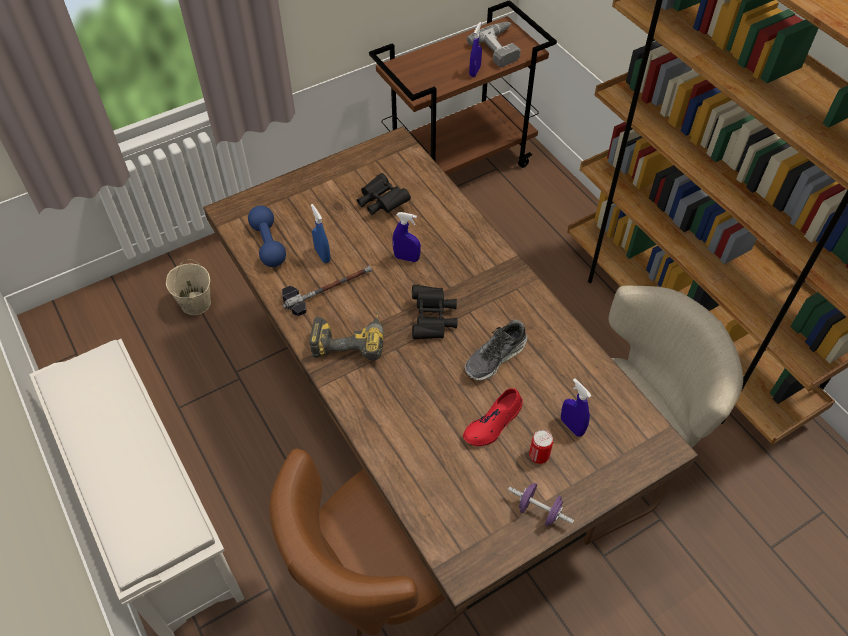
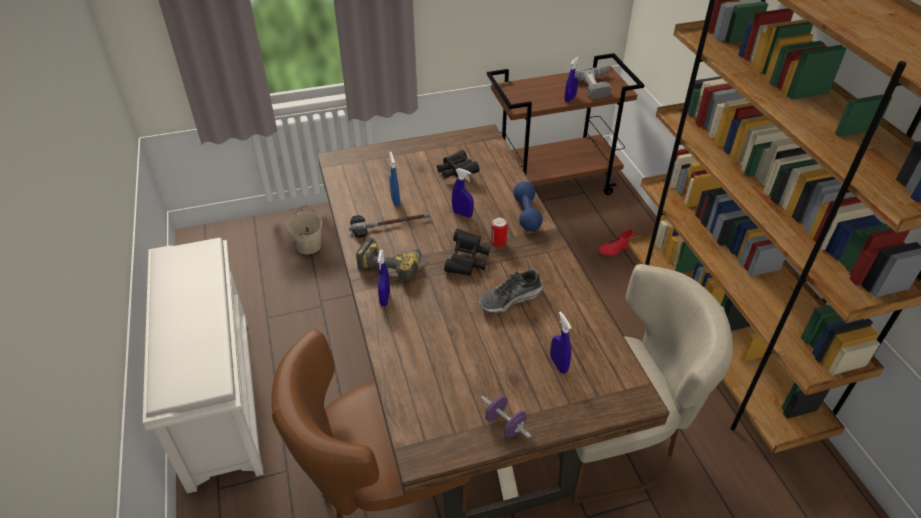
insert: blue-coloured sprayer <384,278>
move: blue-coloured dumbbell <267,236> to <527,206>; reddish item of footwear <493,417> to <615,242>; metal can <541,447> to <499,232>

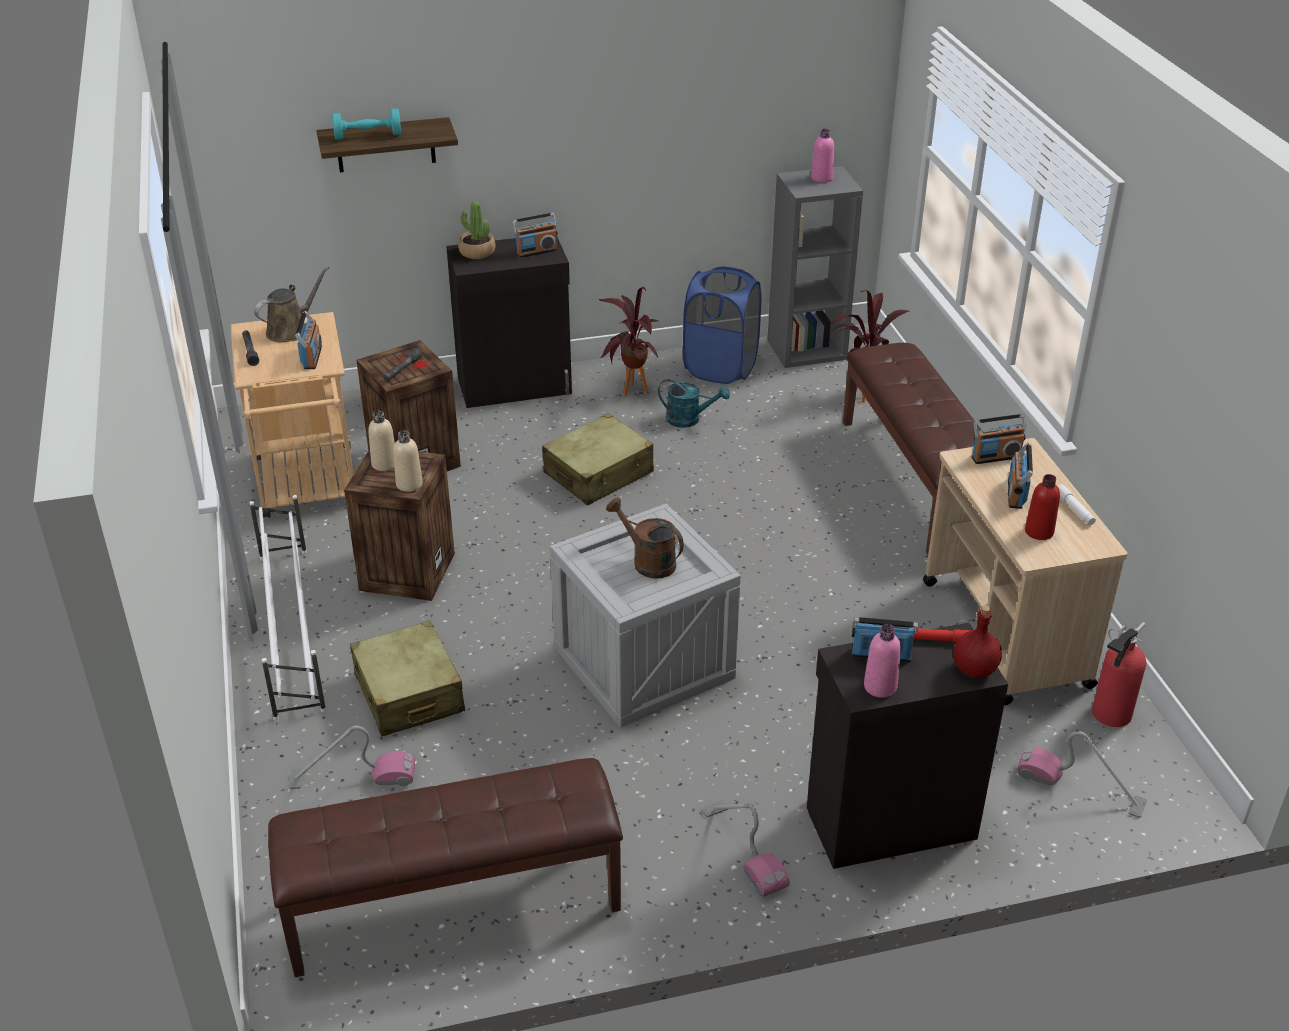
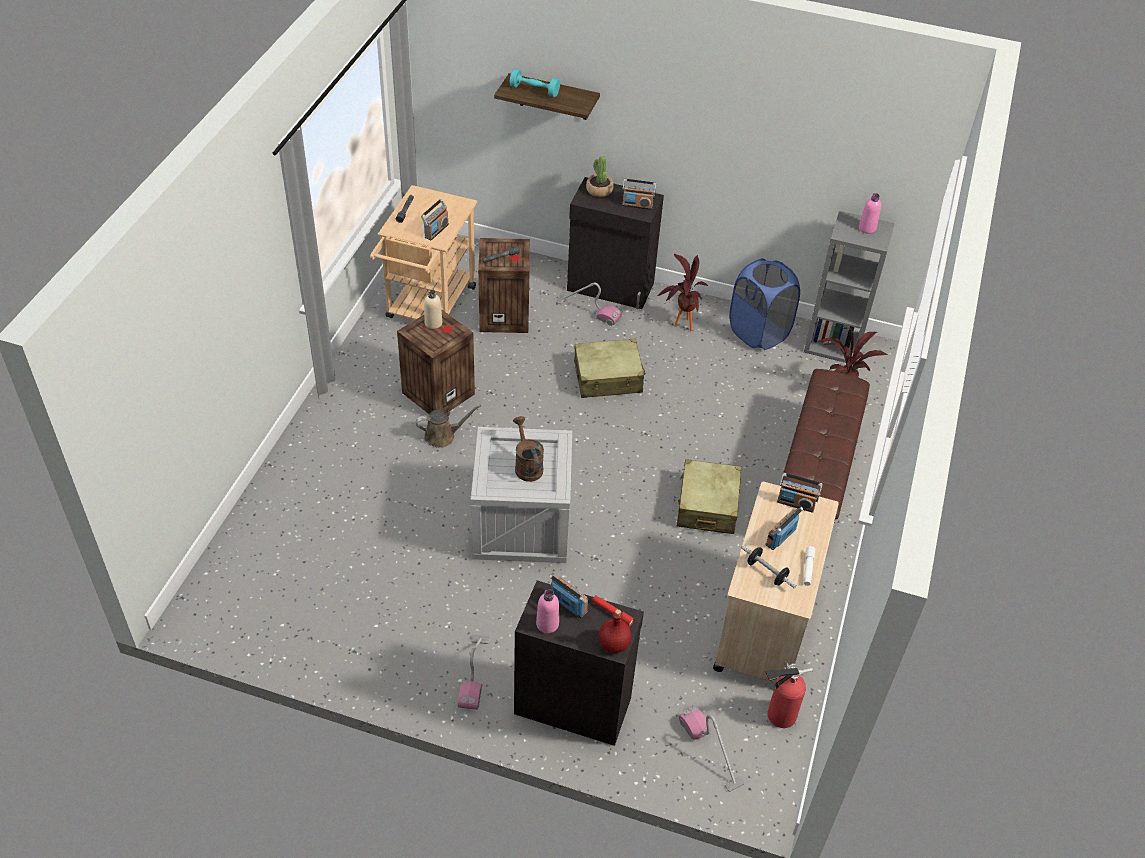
delete: white-coloured shoe shelf <287,608>; brownish bench <445,867>; sand-coloured beverage bottle <408,461>; turquoise watering pot <694,403>
move: brownish watering pot <291,304> to <448,426>; vacuum cleaner <351,757> to <589,304>; sand-coloured travel case <407,678> to <709,496>
replace: reddish beverage bottle <1042,507> to dumbbell <768,566>

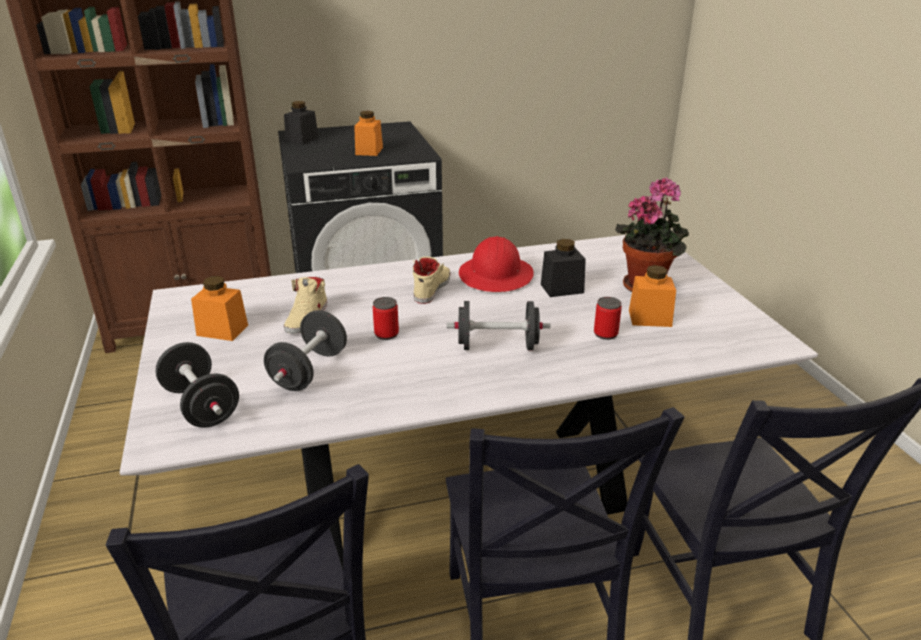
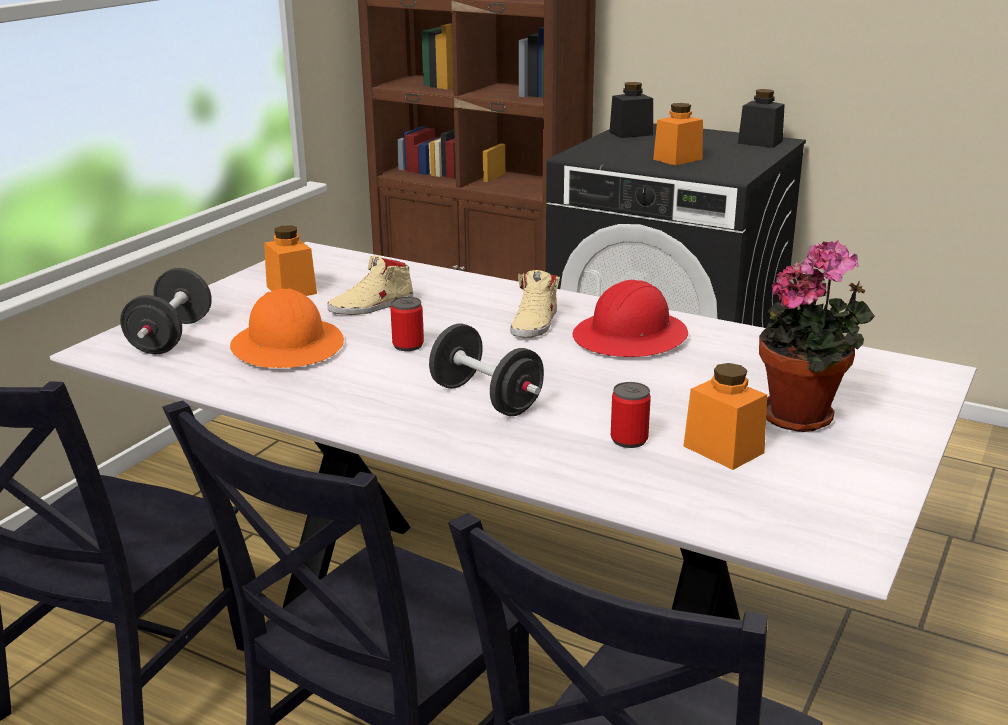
move: black preserve jar <563,268> to <761,118>
replace: black dumbbell <305,350> to orangey work helmet <287,328>
rotate: sand-coloured item of footwear <431,280> = <535,303> 135 degrees clockwise

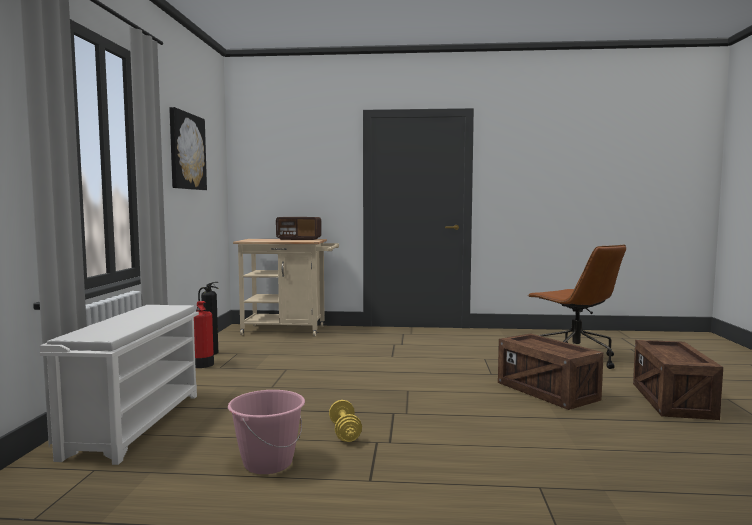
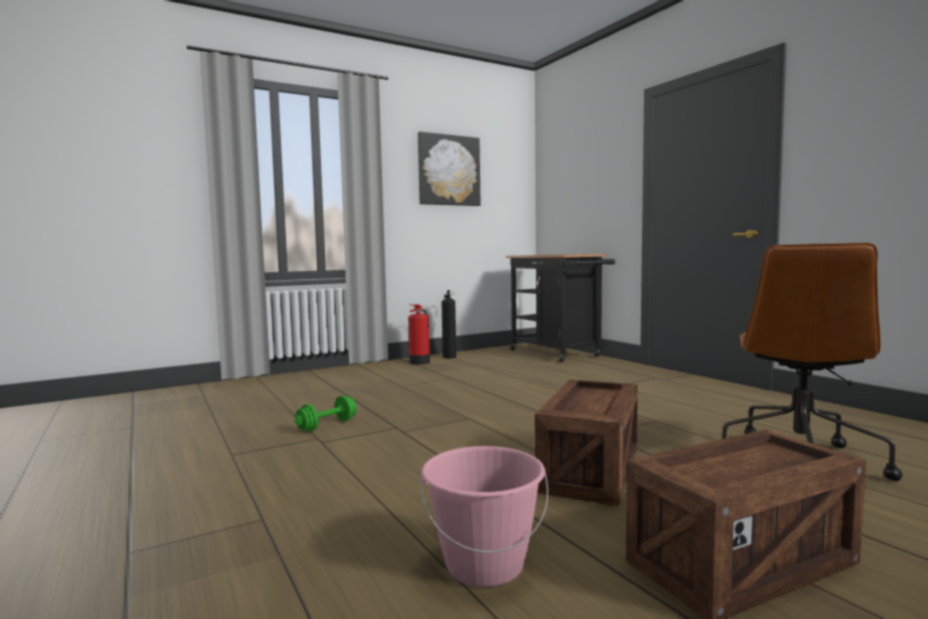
delete: white-coloured shoe shelf <119,385>; radio receiver <298,228>
move: pink-coloured pail <266,432> to <483,517>
recolor: sand-coloured wheeled cart <286,288> to black wheeled cart <560,308>; yellowish dumbbell <345,421> to green dumbbell <325,413>

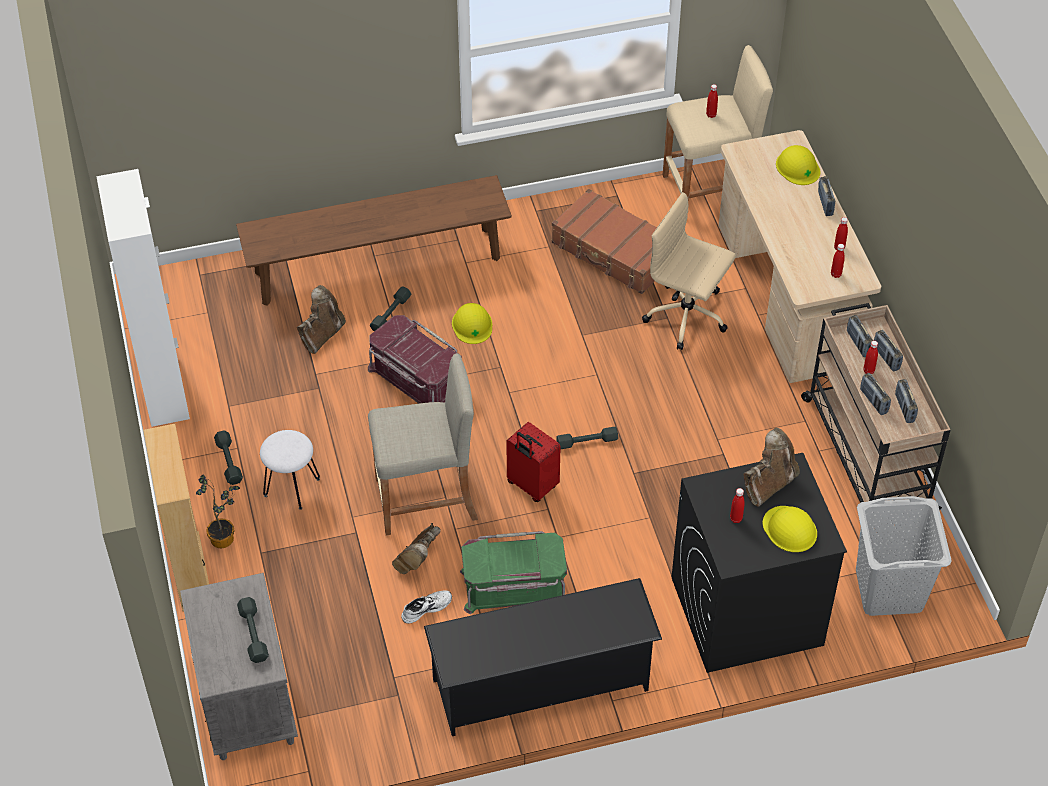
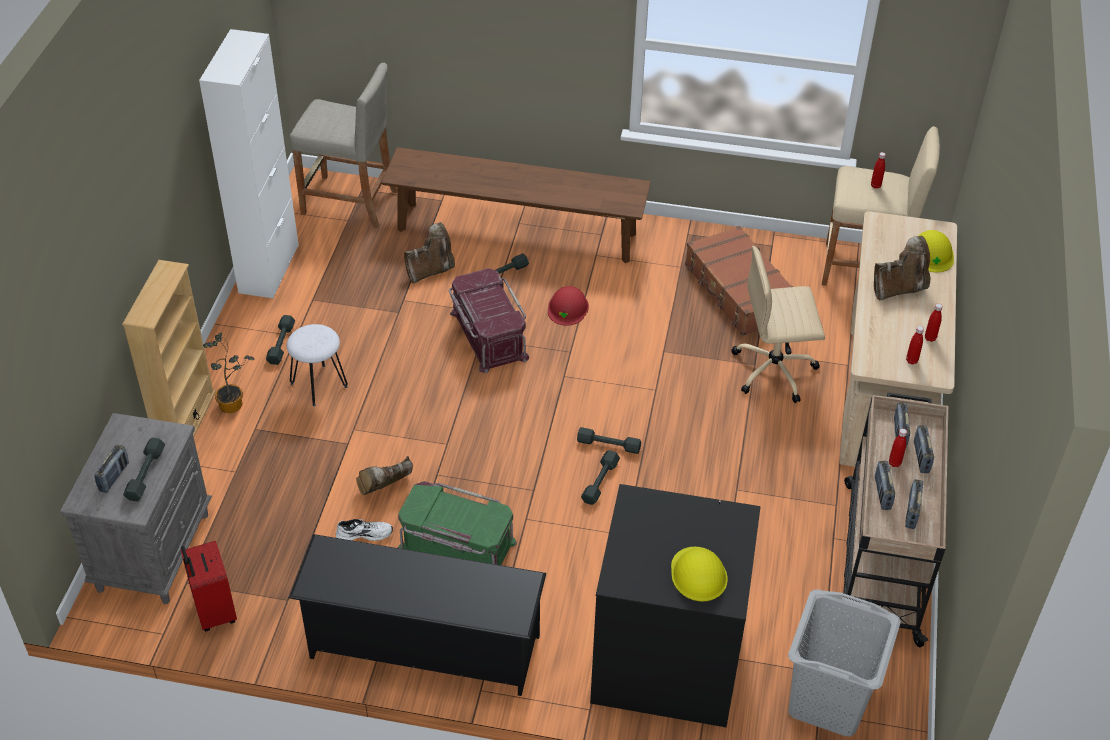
delete: reddish beverage bottle <737,505>
insert: greyish dumbbell <600,477>
move: sand-coloured sitting stool <423,444> to <344,145>; reddish travel case <533,462> to <209,586>; brownish high-top boot <771,467> to <902,268>; radio receiver <826,196> to <111,469>
recolor: yellowish work helmet <472,323> to reddish work helmet <568,306>
rotate: sand-coloured office chair <689,271> = <778,324> 60 degrees counterclockwise

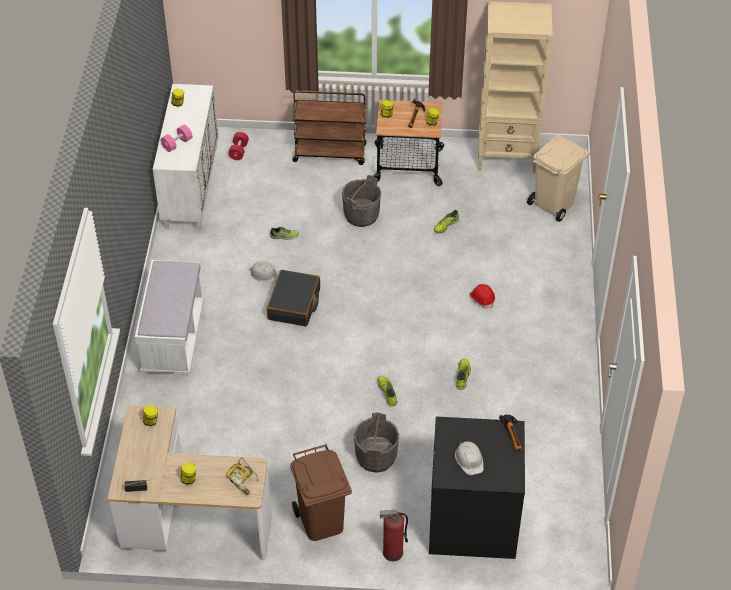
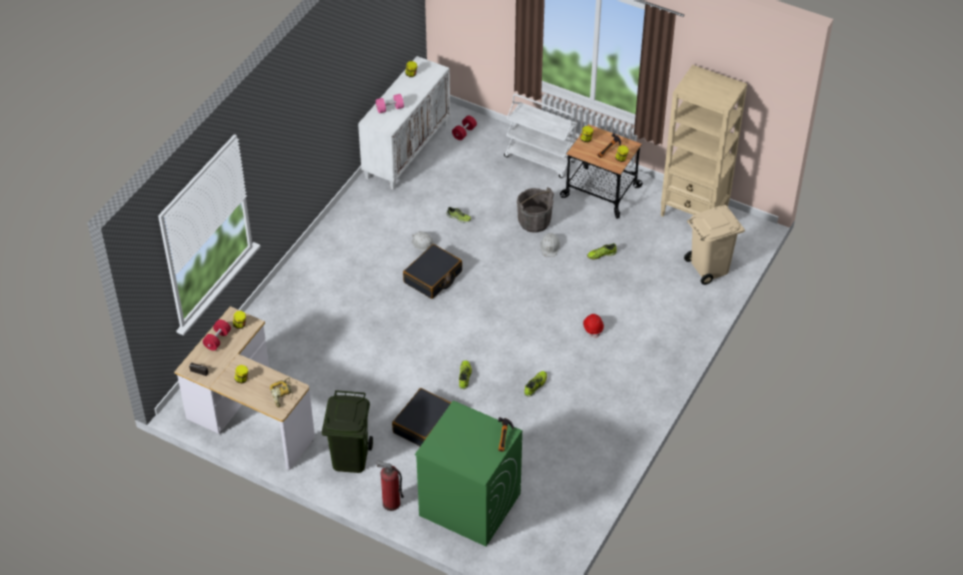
delete: white-coloured bench <169,317>
insert: reddish dumbbell <216,335>
move: white-coloured work helmet <469,458> to <550,245>
replace: greyish pail <376,442> to black travel case <421,417>
recolor: brownish rubbish bin <321,492> to green rubbish bin <347,431>; brownish wheeled cart <329,128> to white-coloured wheeled cart <540,136>; black washing machine <477,488> to green washing machine <468,473>

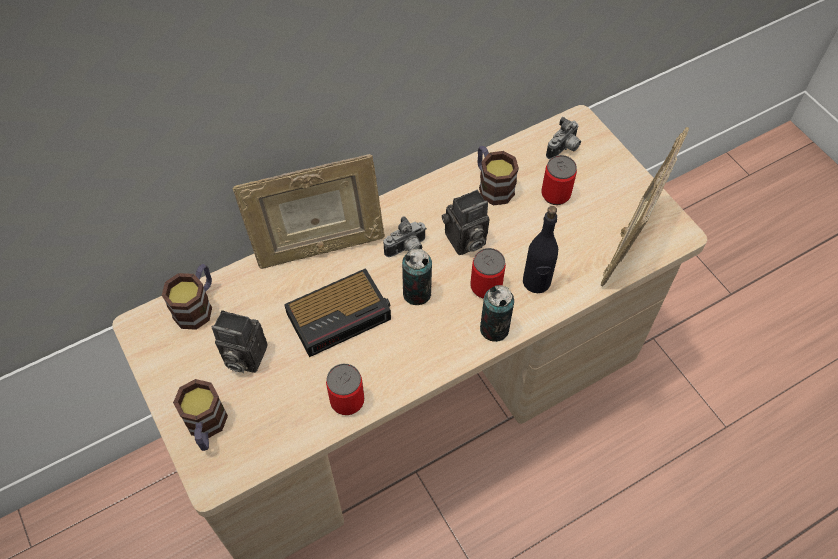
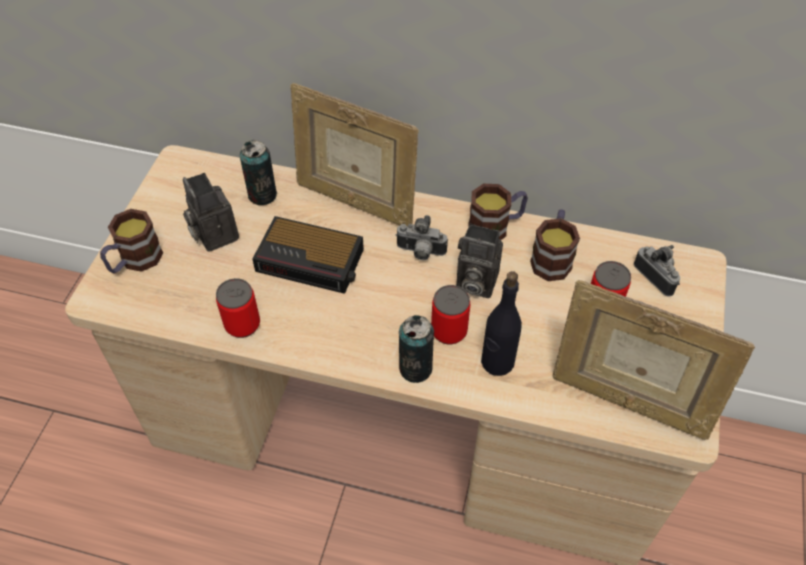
move: tea mug <187,297> to <498,212>; metal can <417,276> to <258,172>
rotate: photo camera <563,138> = <657,271> 120 degrees counterclockwise; standing frame <645,206> = <654,360> 135 degrees counterclockwise

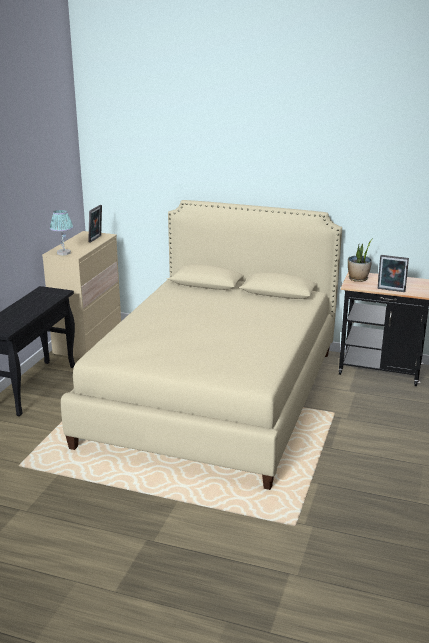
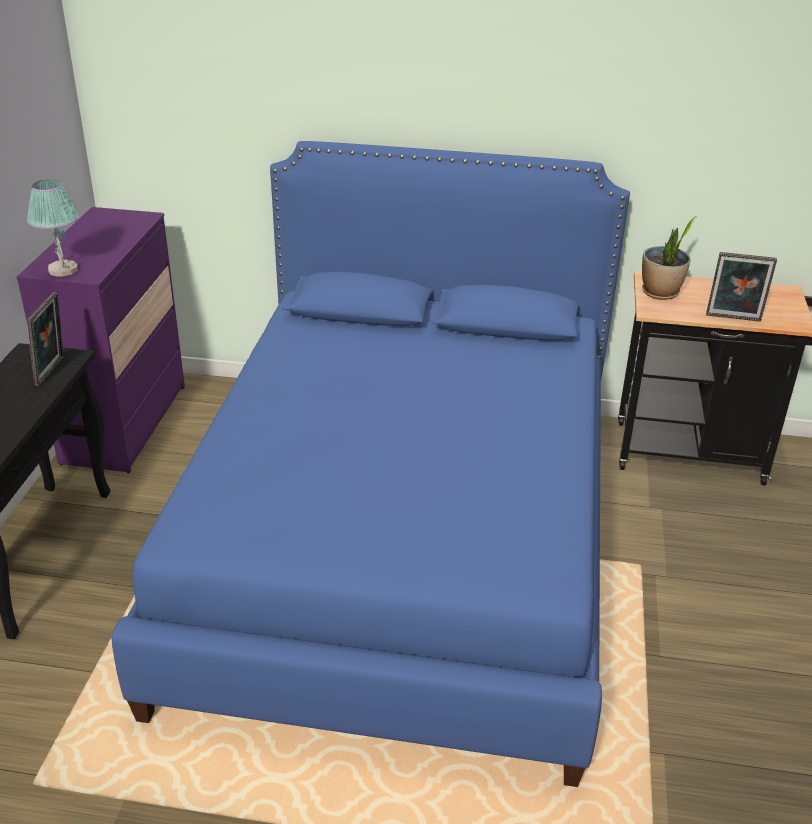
move: standing frame <95,224> to <45,339>
recolor: sand-coloured dresser <81,294> to purple-coloured dresser <101,340>; sand-coloured bed <201,345> to blue-coloured bed <370,464>

